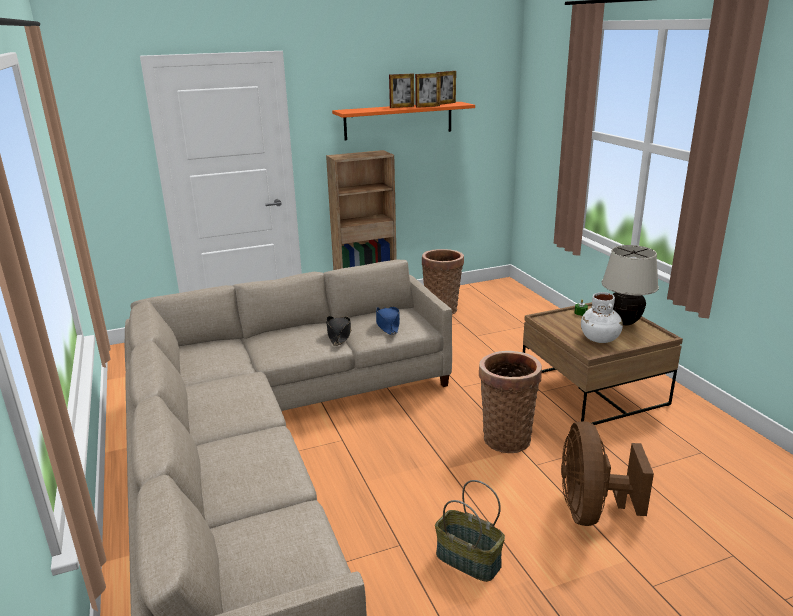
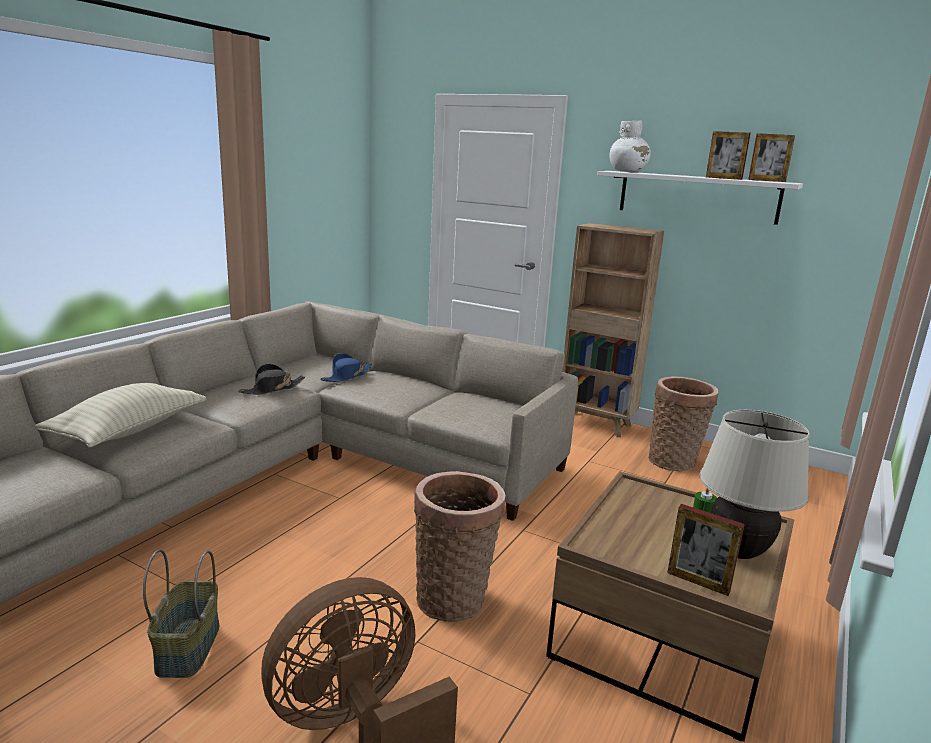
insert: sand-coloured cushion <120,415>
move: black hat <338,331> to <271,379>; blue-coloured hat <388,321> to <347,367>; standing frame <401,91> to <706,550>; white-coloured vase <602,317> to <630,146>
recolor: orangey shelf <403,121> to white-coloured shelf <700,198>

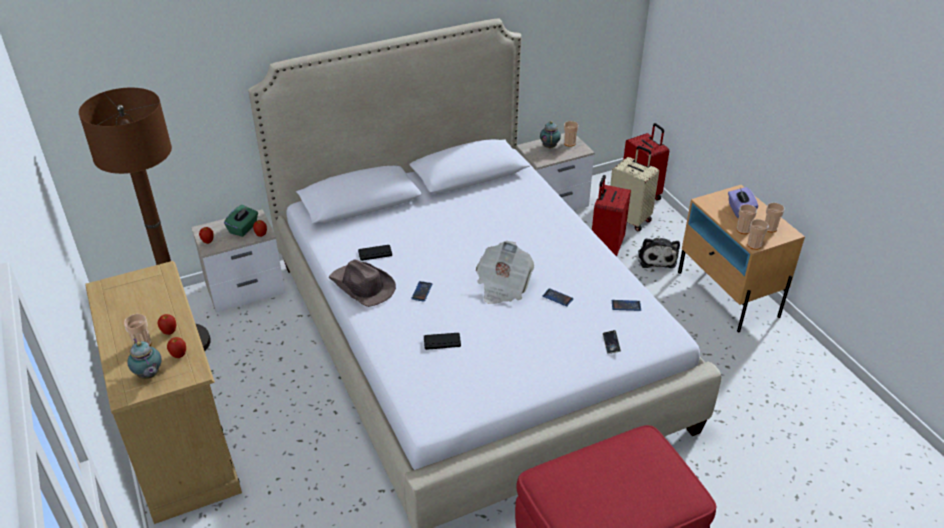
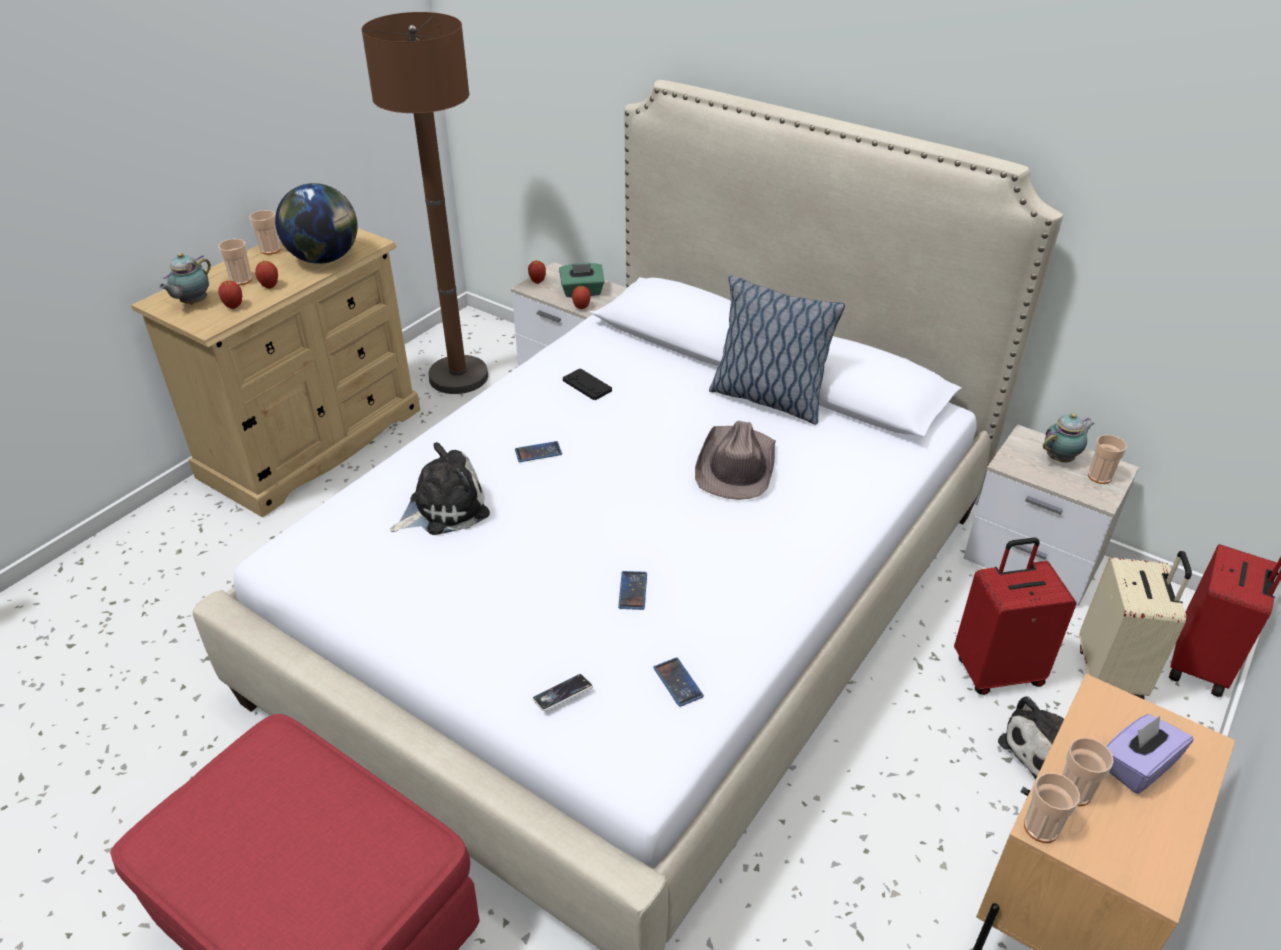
delete: printed paper <505,272>
insert: desk globe <316,223>; cushion <777,350>
move: brownish hat <362,283> to <735,460>; cup <775,218> to <265,232>
replace: black game controller <442,341> to plush toy <440,488>

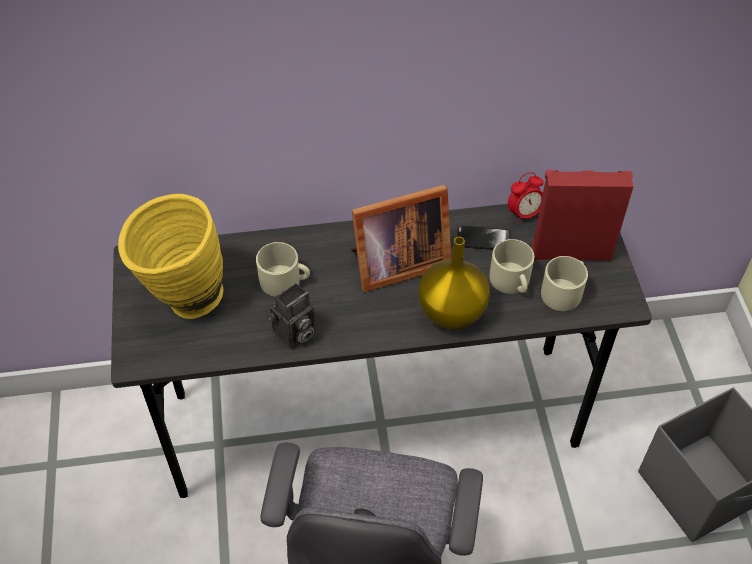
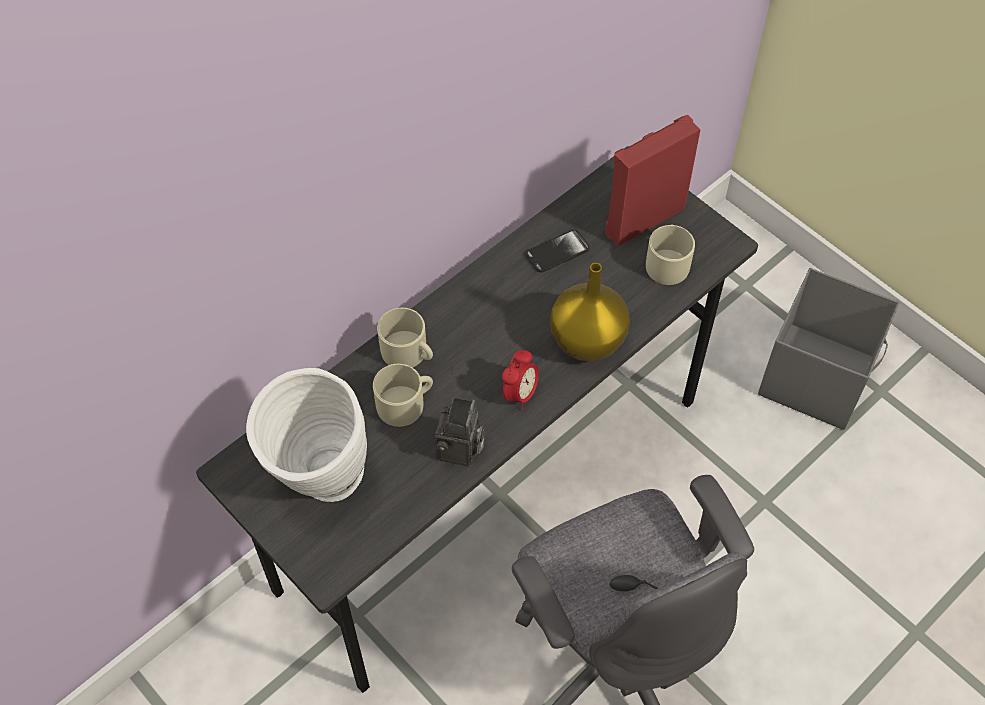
delete: standing frame <401,238>
move: sand-coloured tea mug <512,266> to <405,338>; table clock <526,198> to <520,380>
recolor: yellowish vase <170,256> to white-coloured vase <306,435>

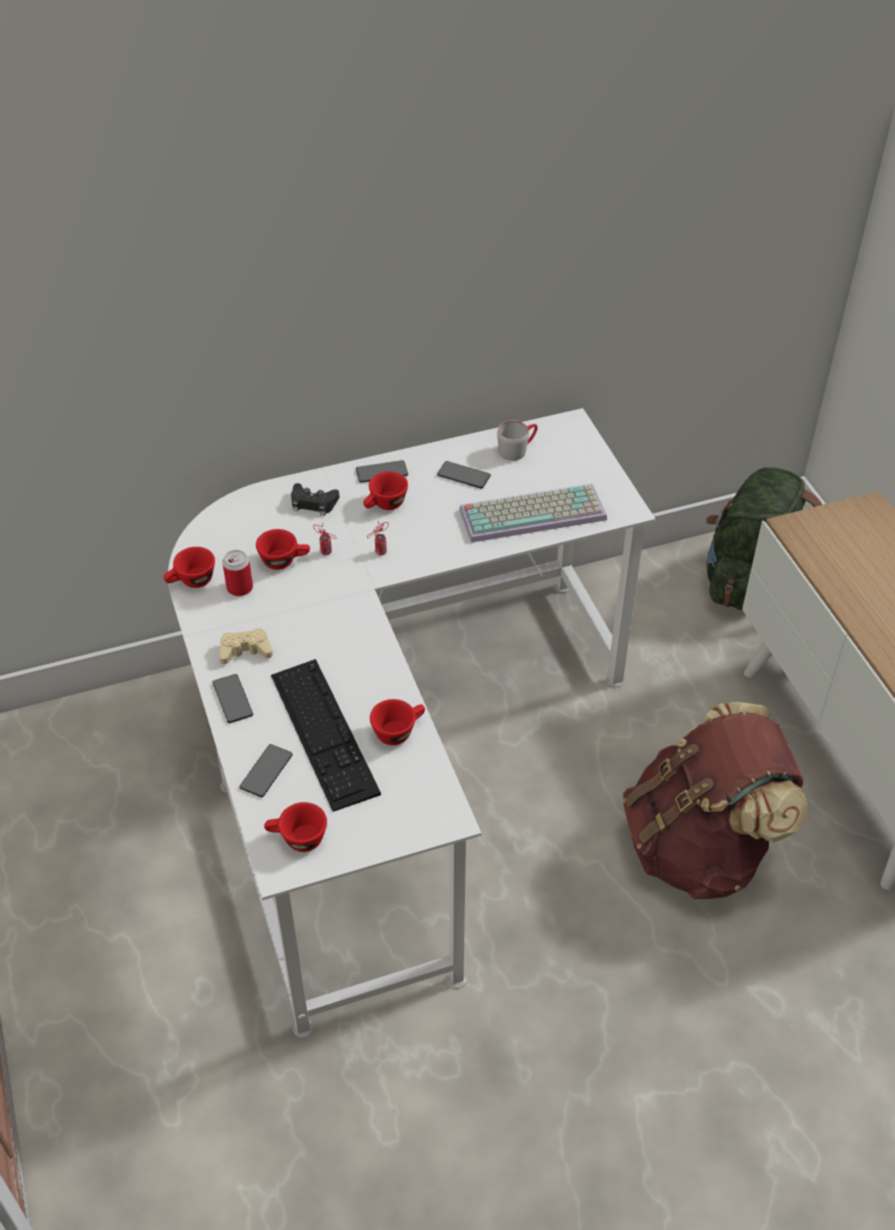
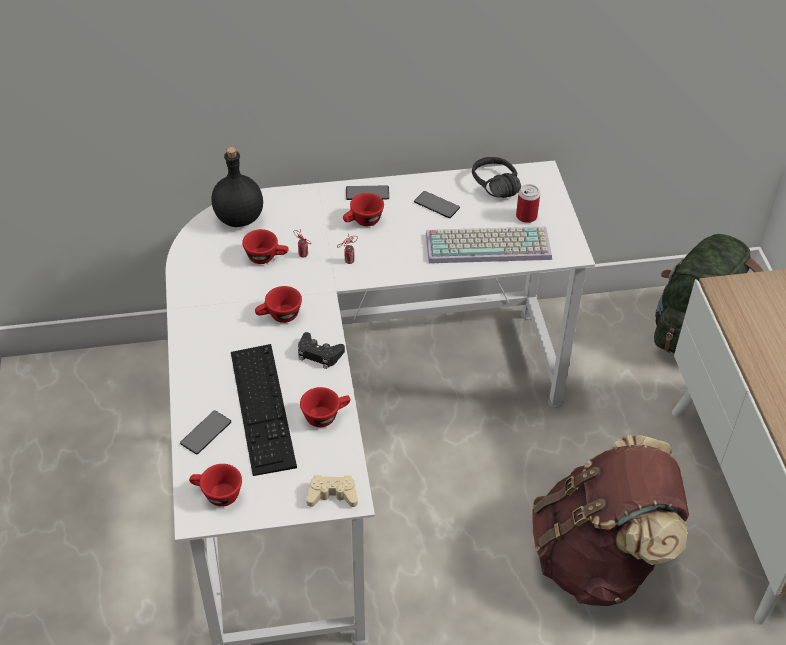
delete: telephone <233,698>
insert: black beverage bottle <237,187>
move: reddish cup <189,567> to <278,304>; sand-coloured game controller <246,646> to <332,491>; metal can <237,573> to <528,203>; black game controller <315,499> to <321,350>
replace: greyish tea mug <517,440> to black headphones <496,177>

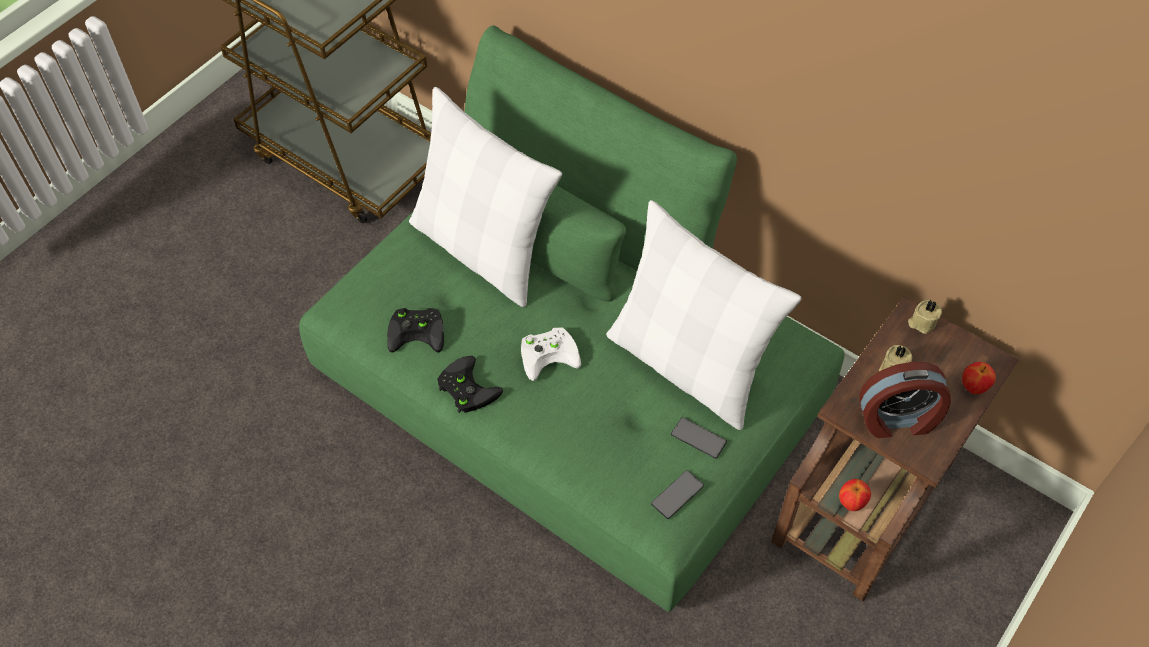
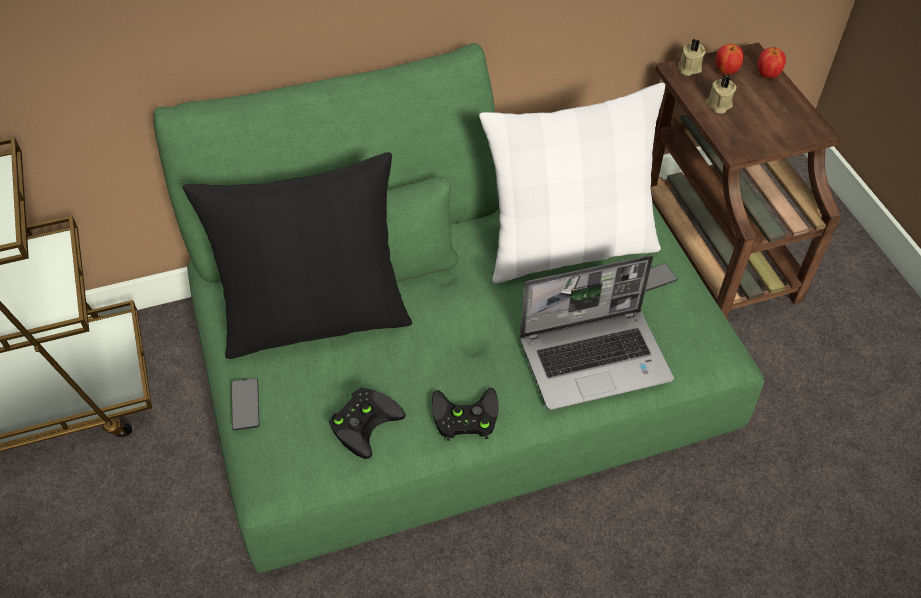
delete: white-coloured game controller <551,354>; table clock <905,400>
insert: notebook computer <597,332>
move: telephone <677,494> to <245,404>; apple fruit <855,495> to <730,59>
recolor: white-coloured cushion <485,197> to black cushion <297,255>

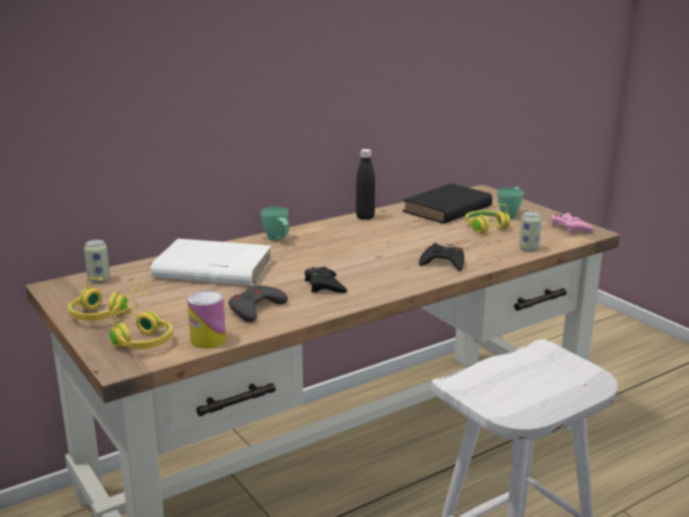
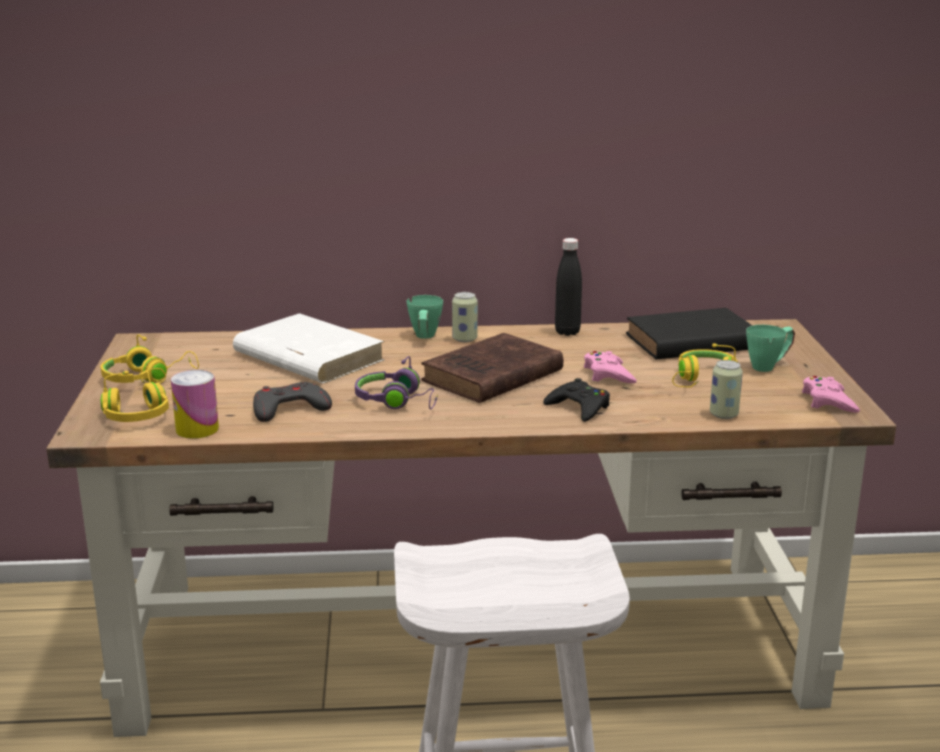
insert: brownish bound book <492,368>; pink-coloured game controller <610,367>
move: metal can <97,261> to <465,317>
replace: black game controller <326,280> to purple-coloured headphones <396,383>

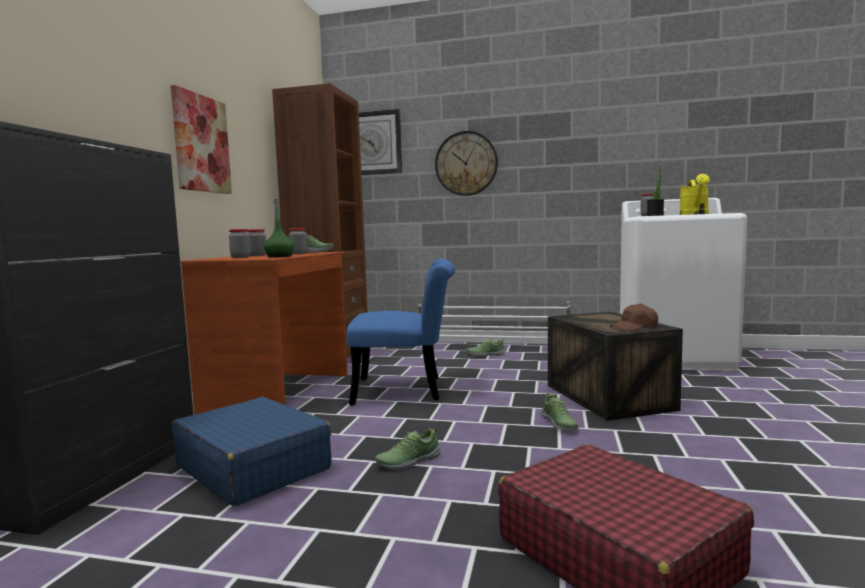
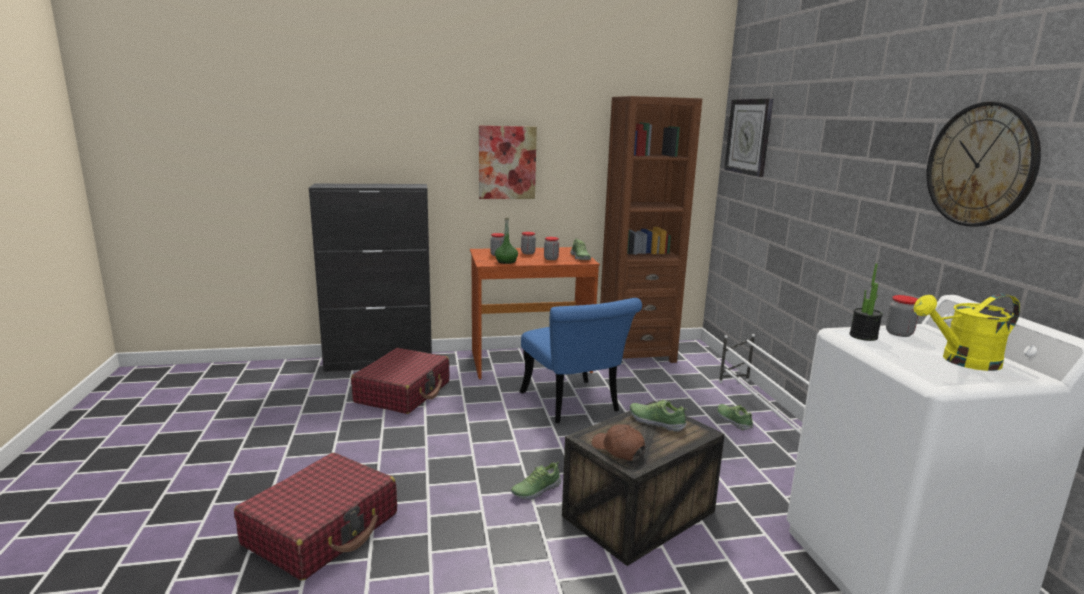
move: item of footwear <408,449> to <658,415>; wall clock <466,163> to <984,163>
recolor: blue-coloured travel case <251,451> to reddish travel case <400,381>

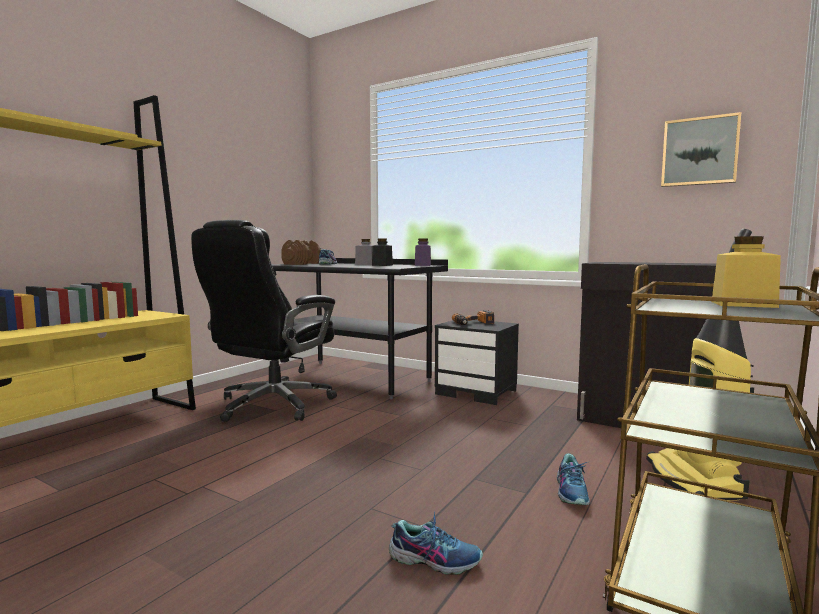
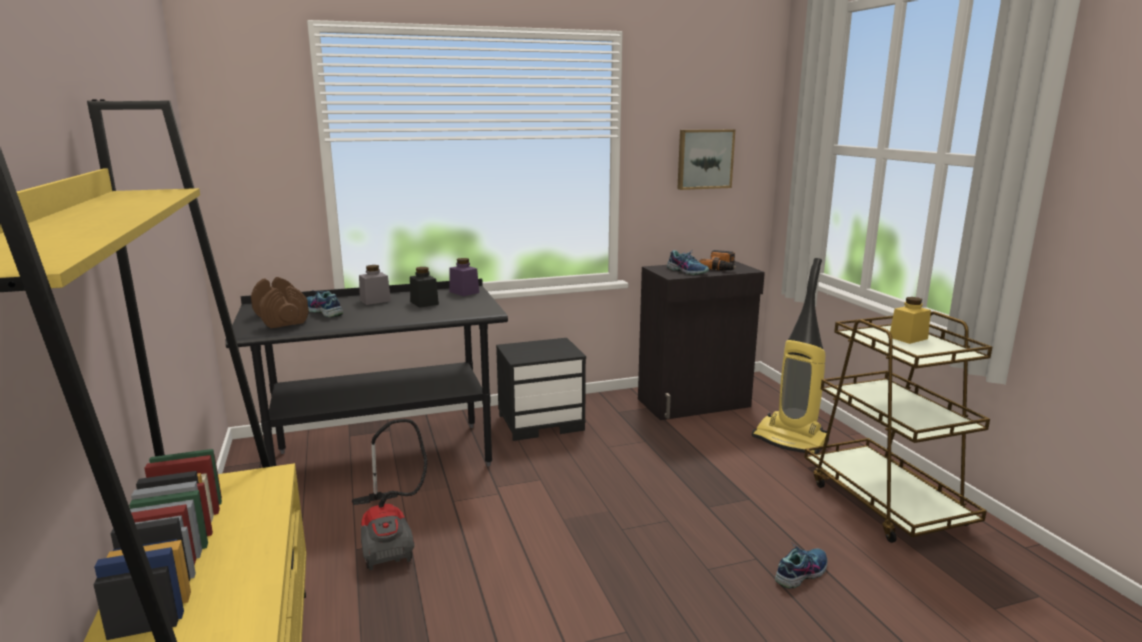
move: power drill <473,317> to <717,260>; item of footwear <573,479> to <688,262>
replace: black office chair <264,321> to vacuum cleaner <390,494>

